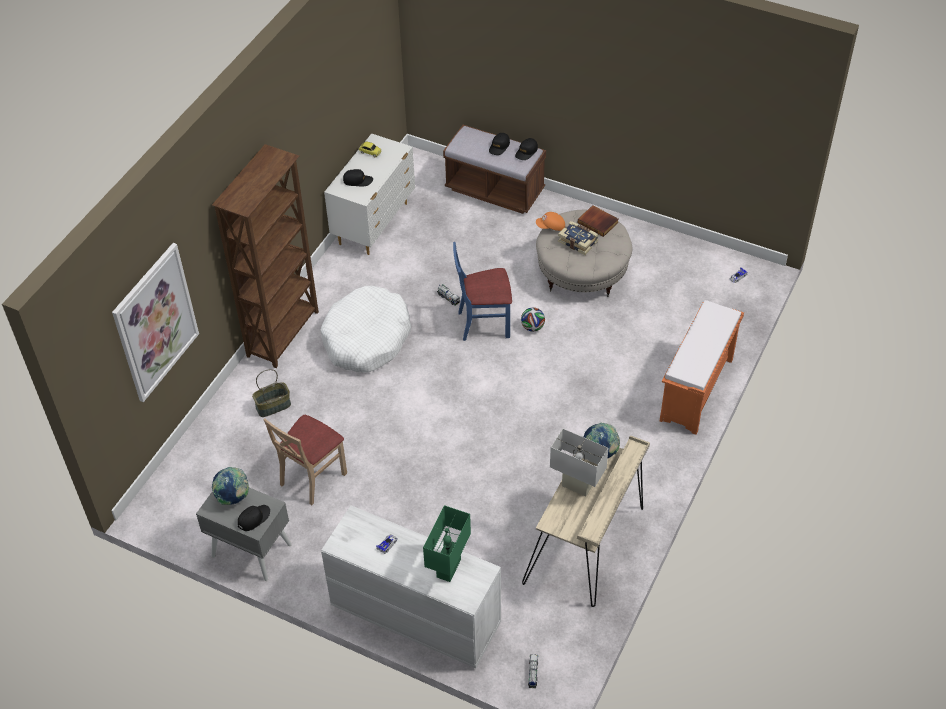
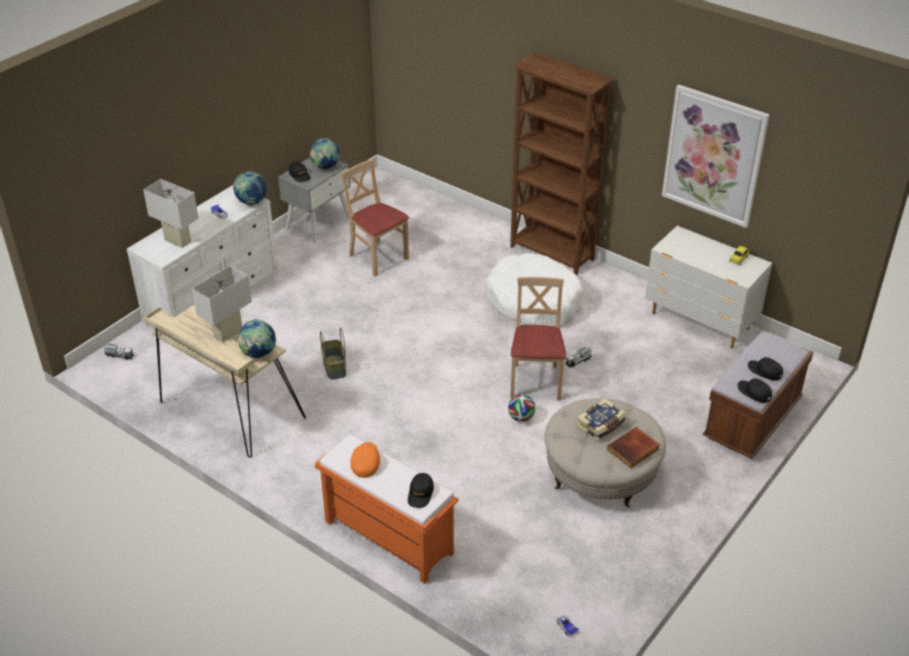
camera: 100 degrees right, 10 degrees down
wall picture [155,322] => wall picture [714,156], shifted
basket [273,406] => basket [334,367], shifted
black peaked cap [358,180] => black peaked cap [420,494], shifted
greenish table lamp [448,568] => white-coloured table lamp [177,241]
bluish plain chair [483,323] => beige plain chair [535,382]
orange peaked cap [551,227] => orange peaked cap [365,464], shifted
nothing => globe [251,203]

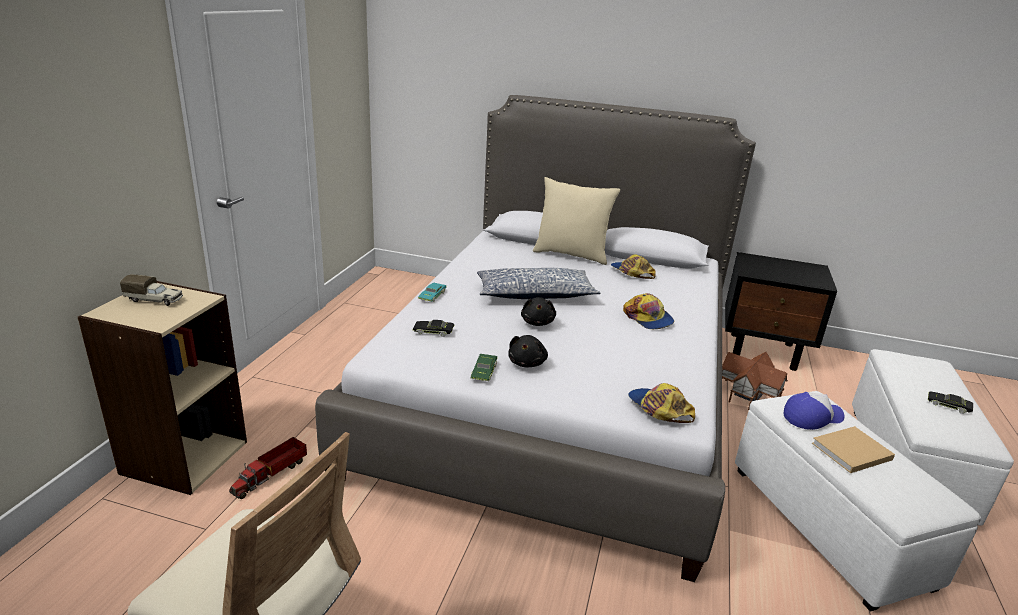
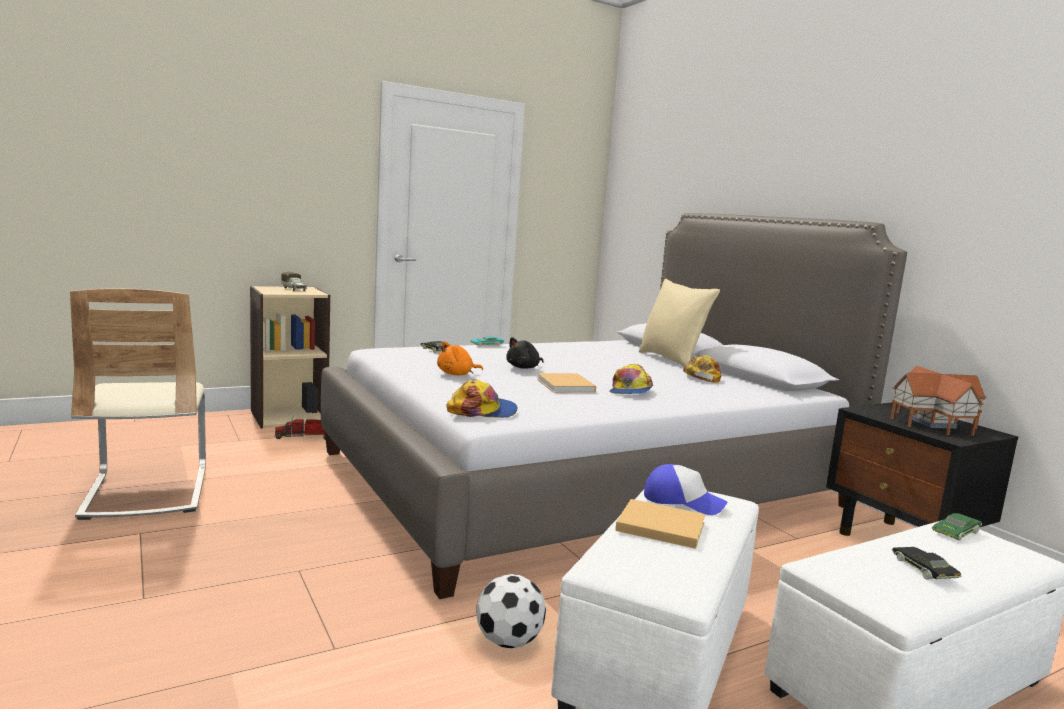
camera: 45 degrees right, 15 degrees down
greenish toy car [484,371] => greenish toy car [955,532], shifted
throw pillow [534,294] => nothing
black plush toy [527,363] => orange plush toy [457,374]
peaked cap [659,409] => peaked cap [482,411], 75 degrees clockwise
toy house [748,393] => toy house [933,423], shifted
nothing => football [508,641]
nothing => beige volume [566,386]

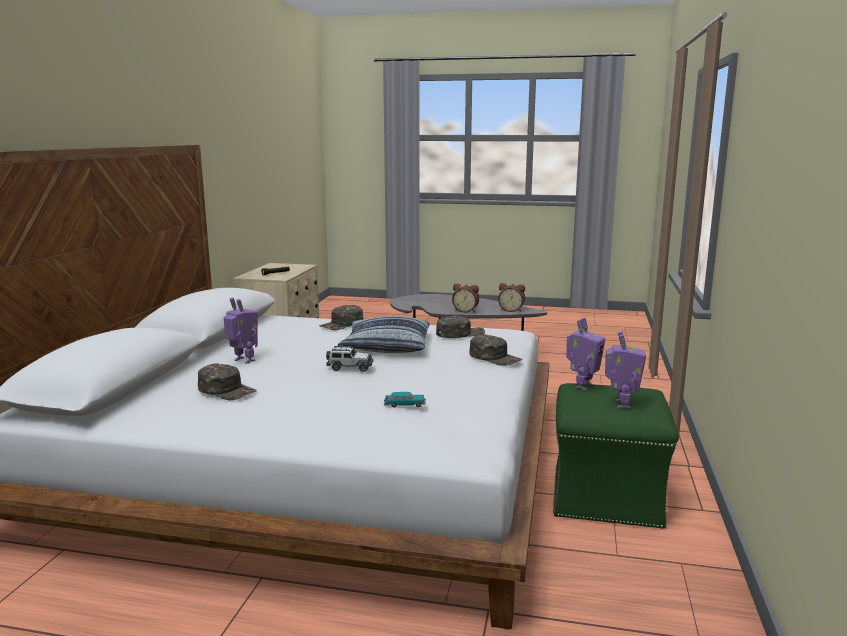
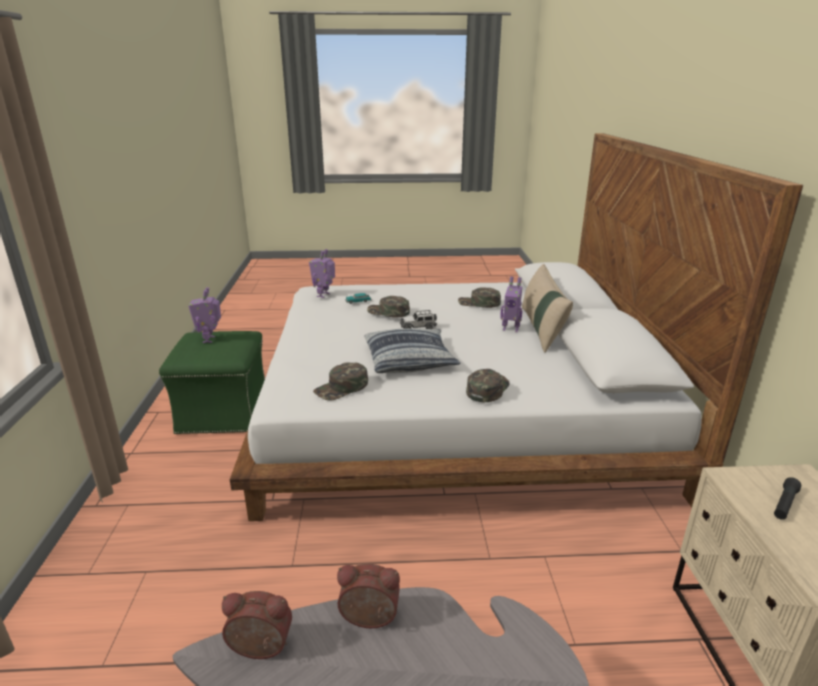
camera: 165 degrees right, 10 degrees up
greenish peaked cap [495,357] => greenish peaked cap [388,312], shifted
robot figure [582,386] => robot figure [324,295], shifted
nothing => beige throw pillow [541,329]

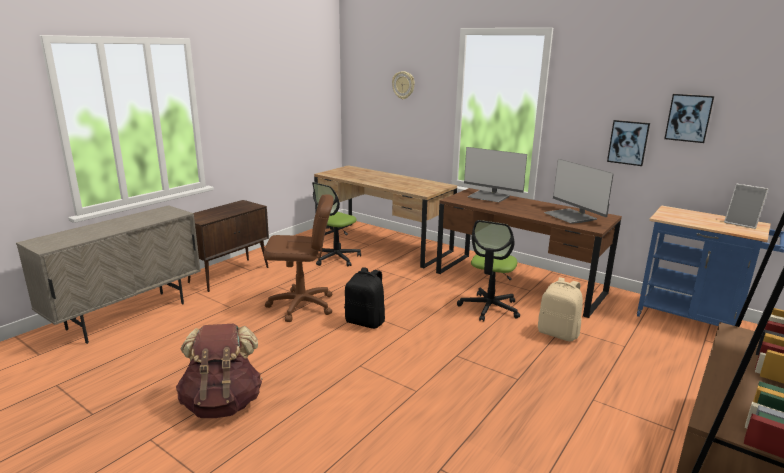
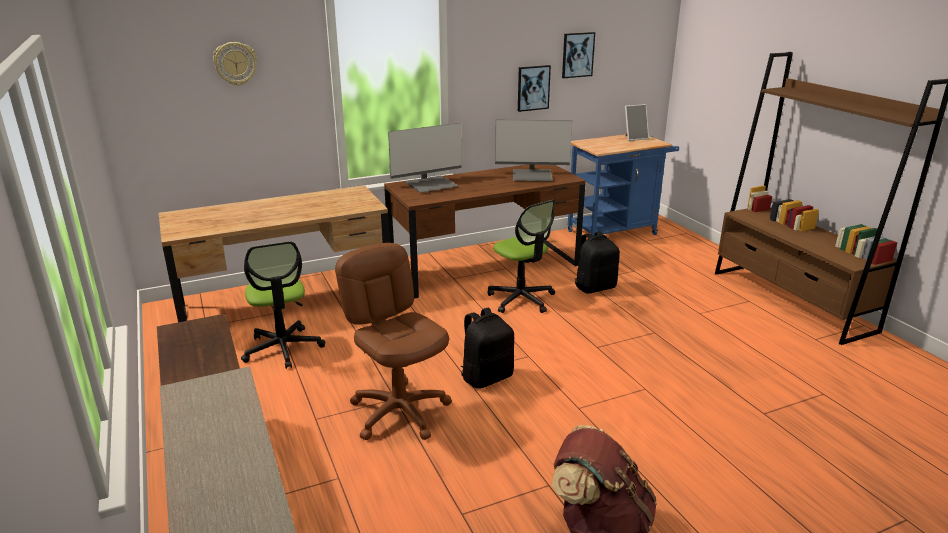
camera: 60 degrees left, 5 degrees up
brown-coloured computer chair [301,305] => brown-coloured computer chair [400,412], 60 degrees counterclockwise
beige knapsack [558,333] => black knapsack [595,287]

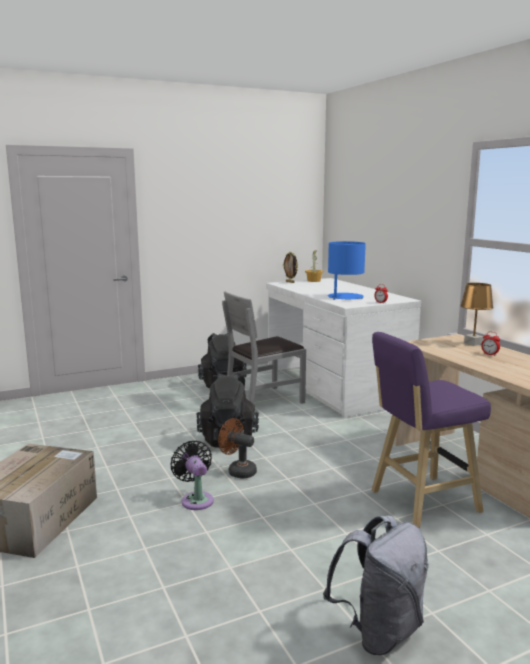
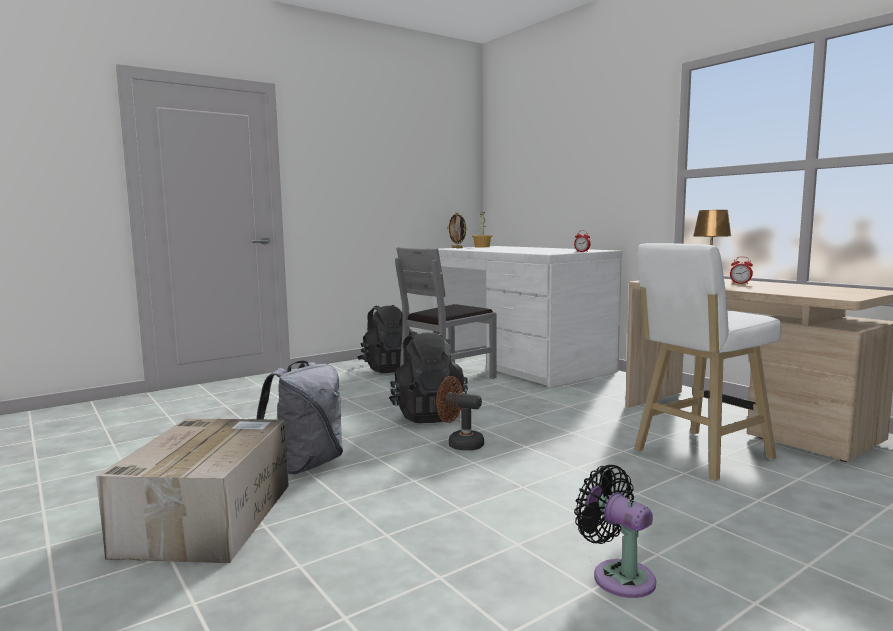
camera: 10 degrees left, 5 degrees down
black fan [196,499] => black fan [618,576], shifted
grey knapsack [379,631] => grey knapsack [306,465], shifted
bluish table lamp [345,297] => nothing
purple stool [420,502] => white-coloured stool [698,456]

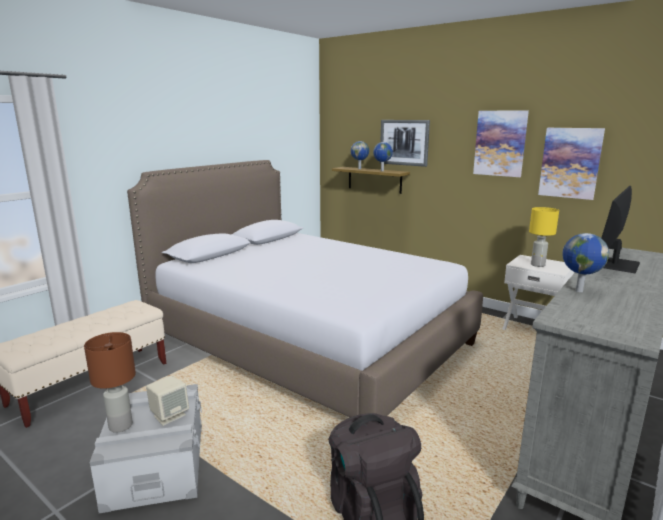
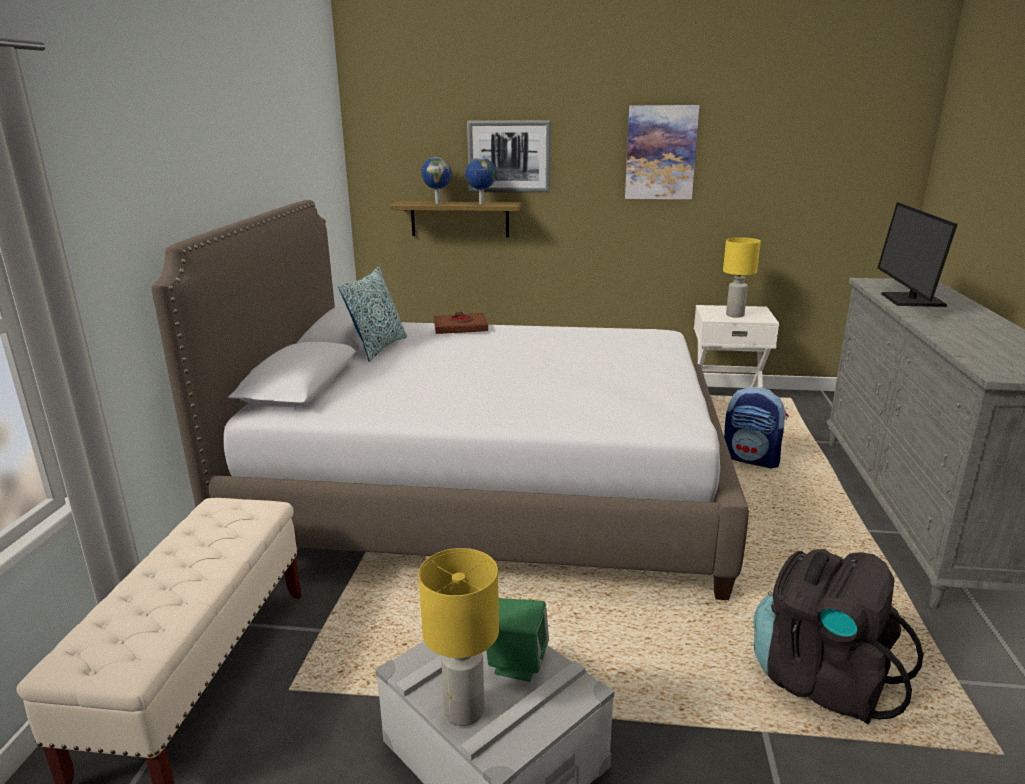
camera: 30 degrees left, 5 degrees up
brown-coloured table lamp [120,426] => yellow-coloured table lamp [464,712]
beige speaker [169,415] => greenish speaker [516,663]
wall picture [570,163] => nothing
globe [578,290] => nothing
nothing => throw pillow [378,347]
nothing => brown-coloured volume [460,328]
nothing => knapsack [751,459]

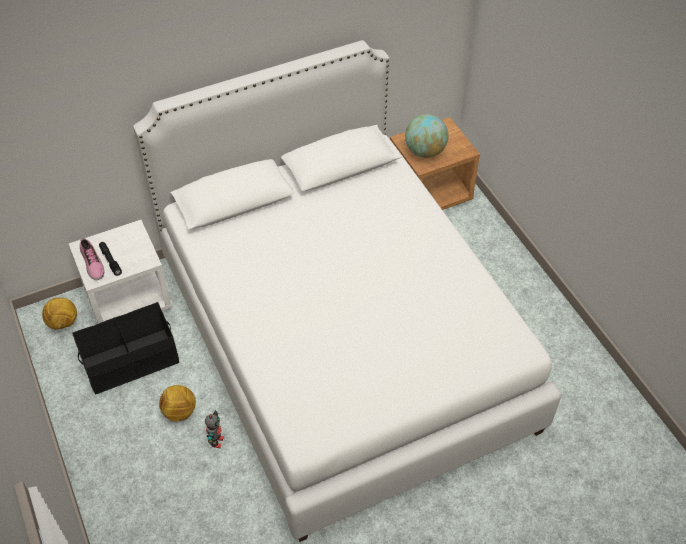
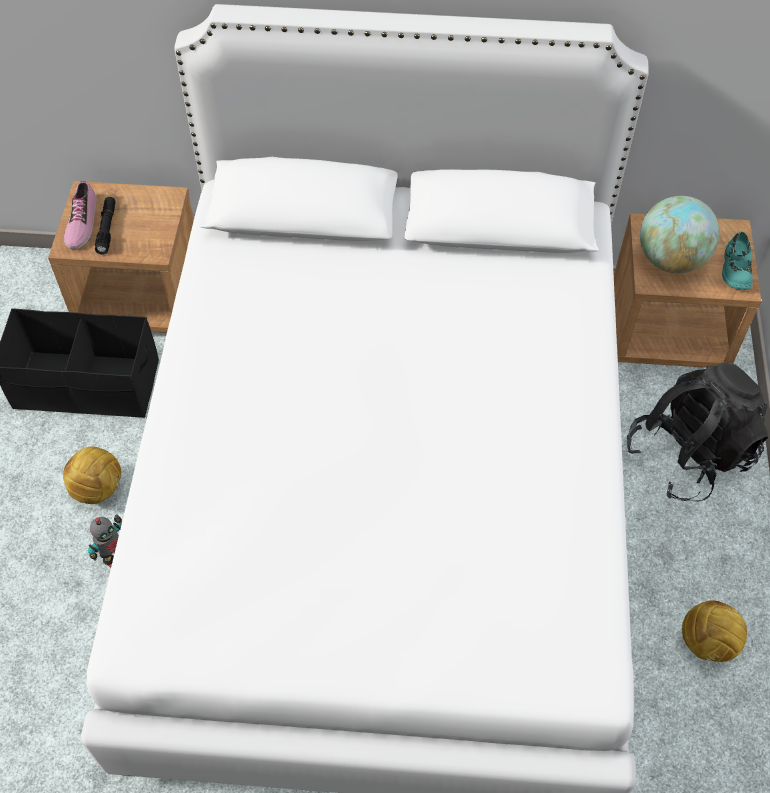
camera: 30 degrees right, 5 degrees up
football [63,323] => football [707,643], shifted
white-coloured bedside table [128,299] => brown-coloured bedside table [142,297]
nothing => black knapsack [689,454]
nothing => turquoise item of footwear [735,269]

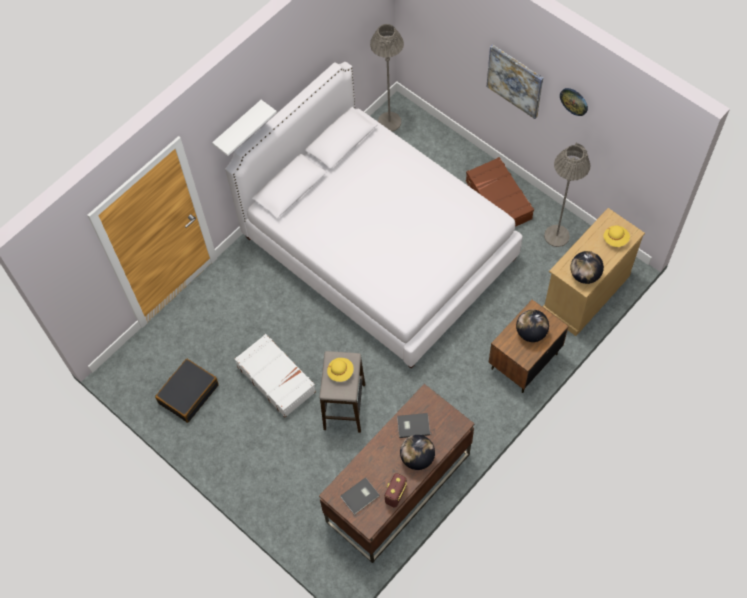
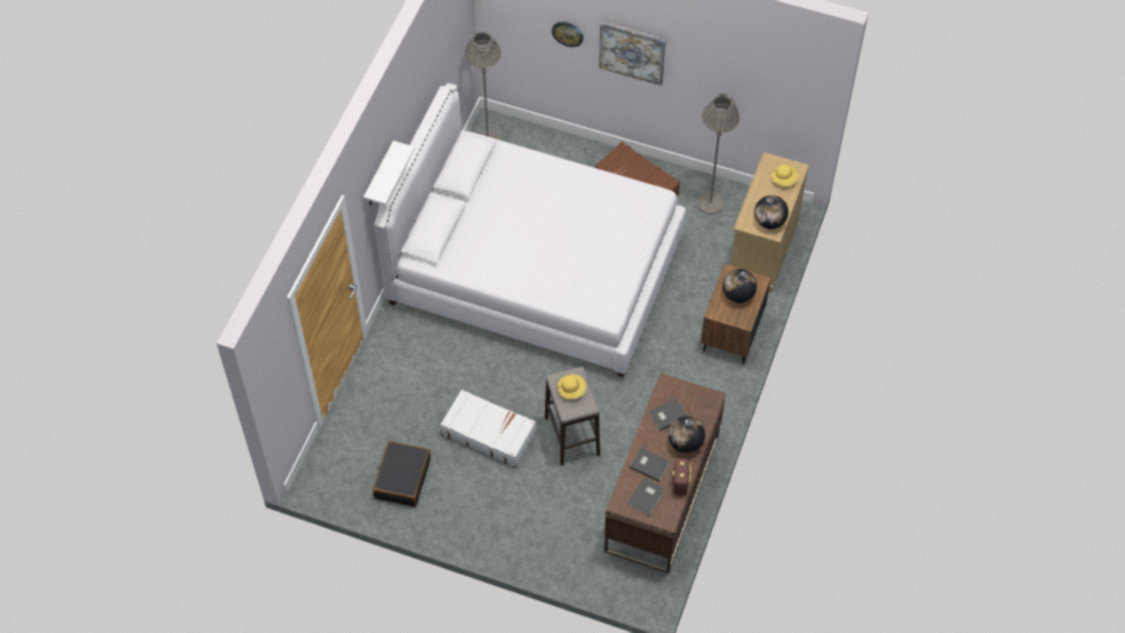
camera: 25 degrees left, 5 degrees down
wall clock [574,101] => wall clock [567,33], shifted
nothing => grey volume [649,464]

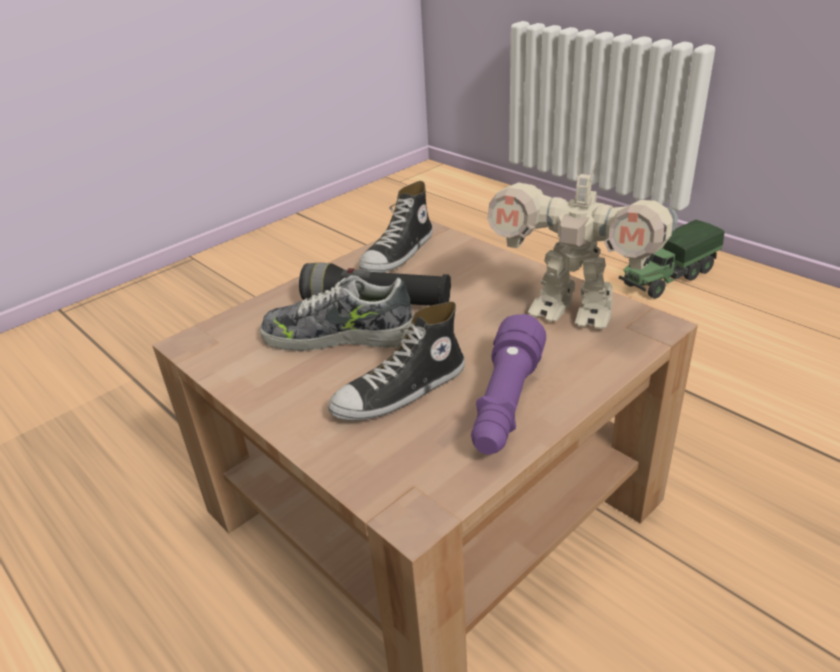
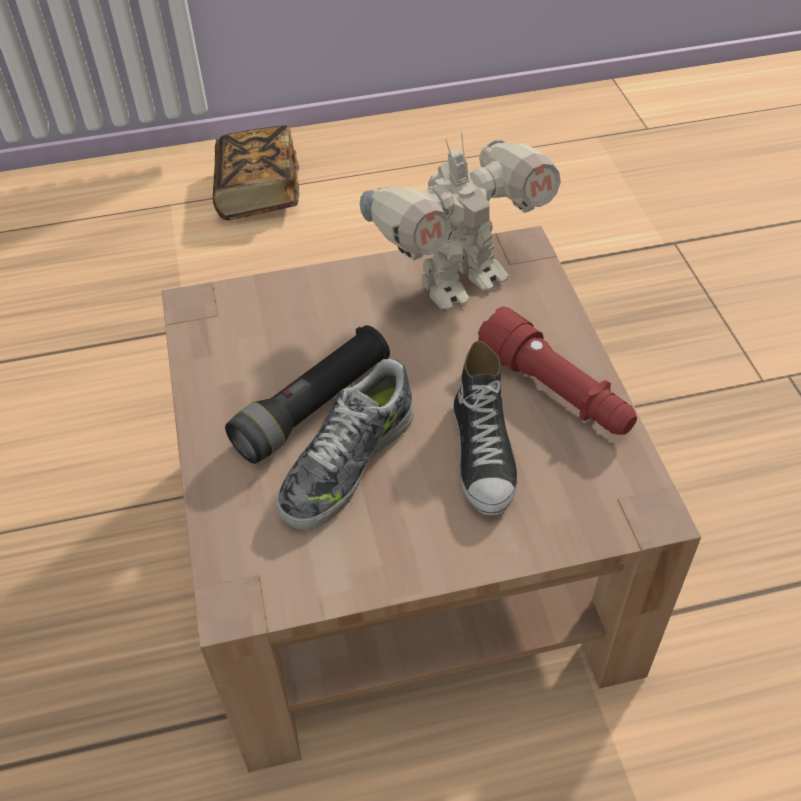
camera: 60 degrees left, 15 degrees up
item of footwear [398,254] => nothing
purple hand torch [505,404] => red hand torch [556,391]
toy truck [667,278] => volume [258,192]

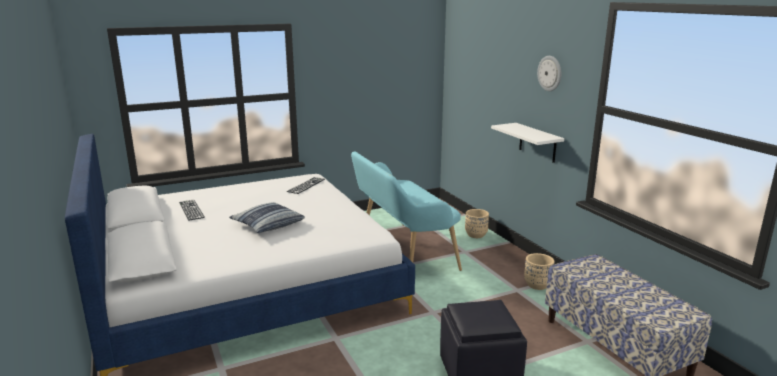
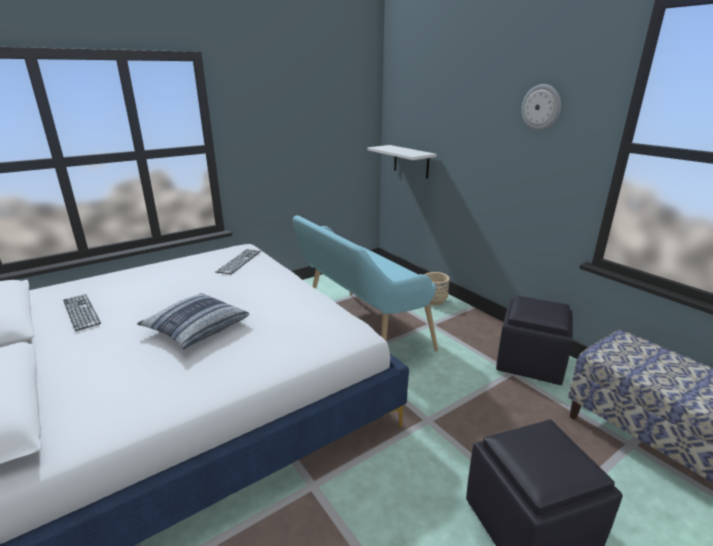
camera: 10 degrees left, 5 degrees up
white-coloured bracket shelf [537,142] => white-coloured bracket shelf [411,161], shifted
beige planter [537,285] => black footrest [530,363]

